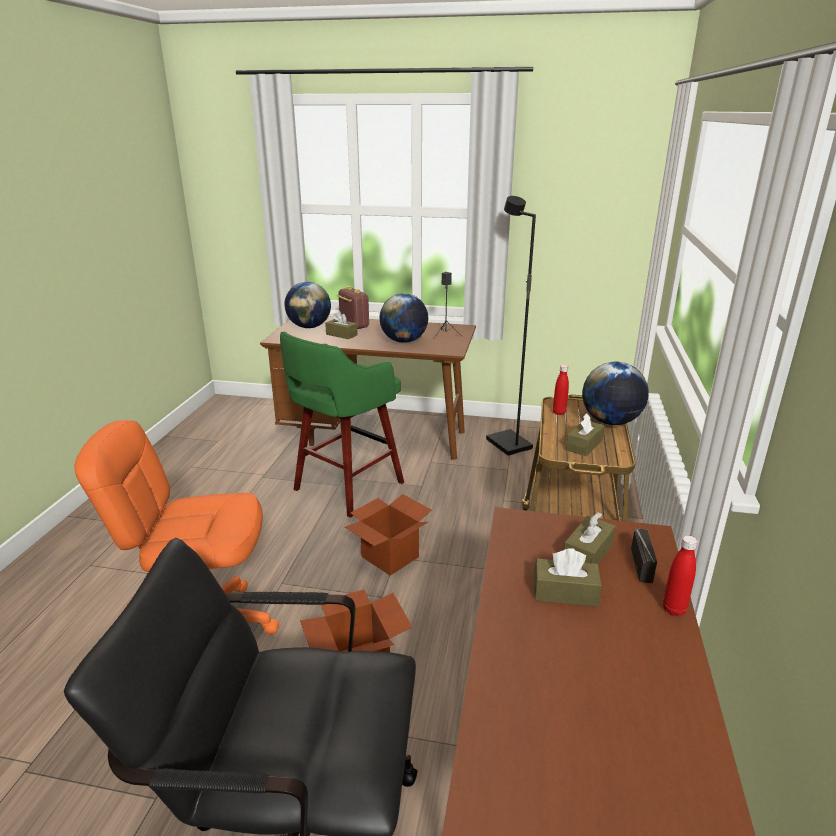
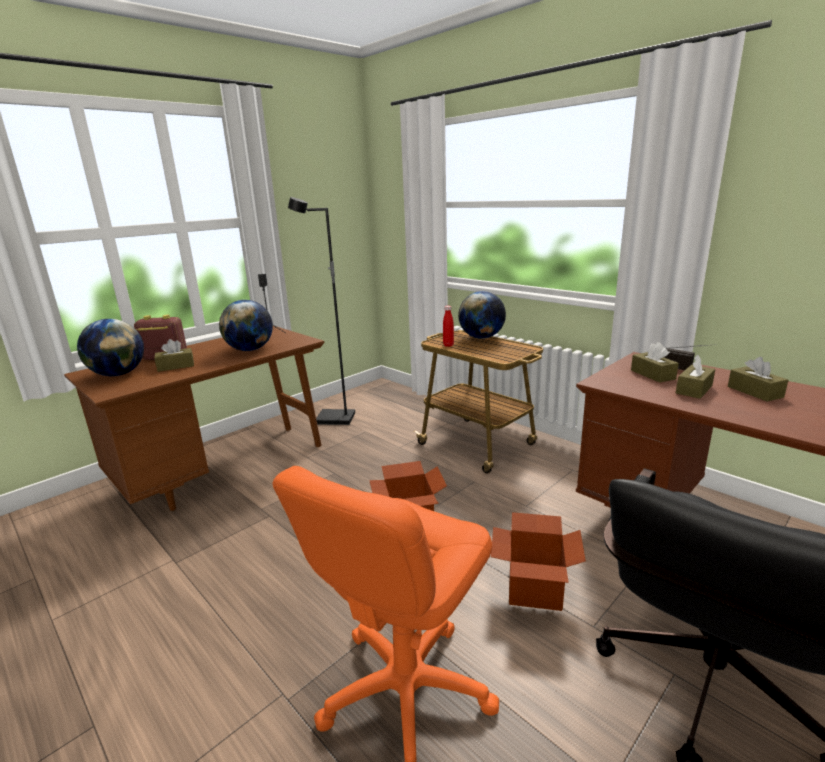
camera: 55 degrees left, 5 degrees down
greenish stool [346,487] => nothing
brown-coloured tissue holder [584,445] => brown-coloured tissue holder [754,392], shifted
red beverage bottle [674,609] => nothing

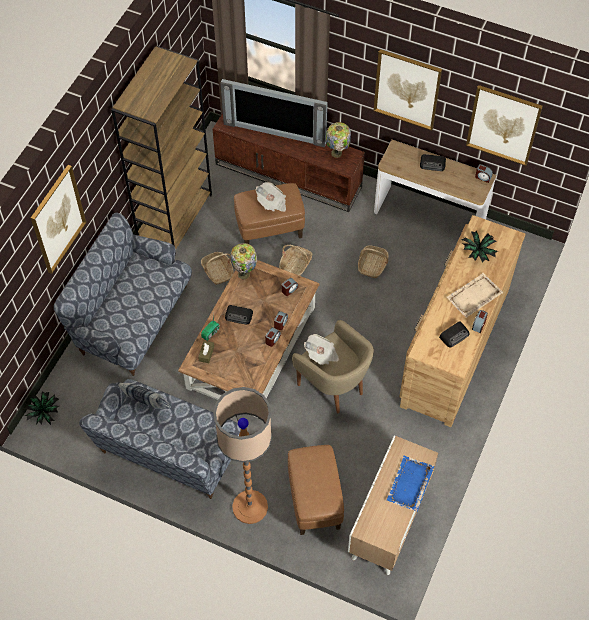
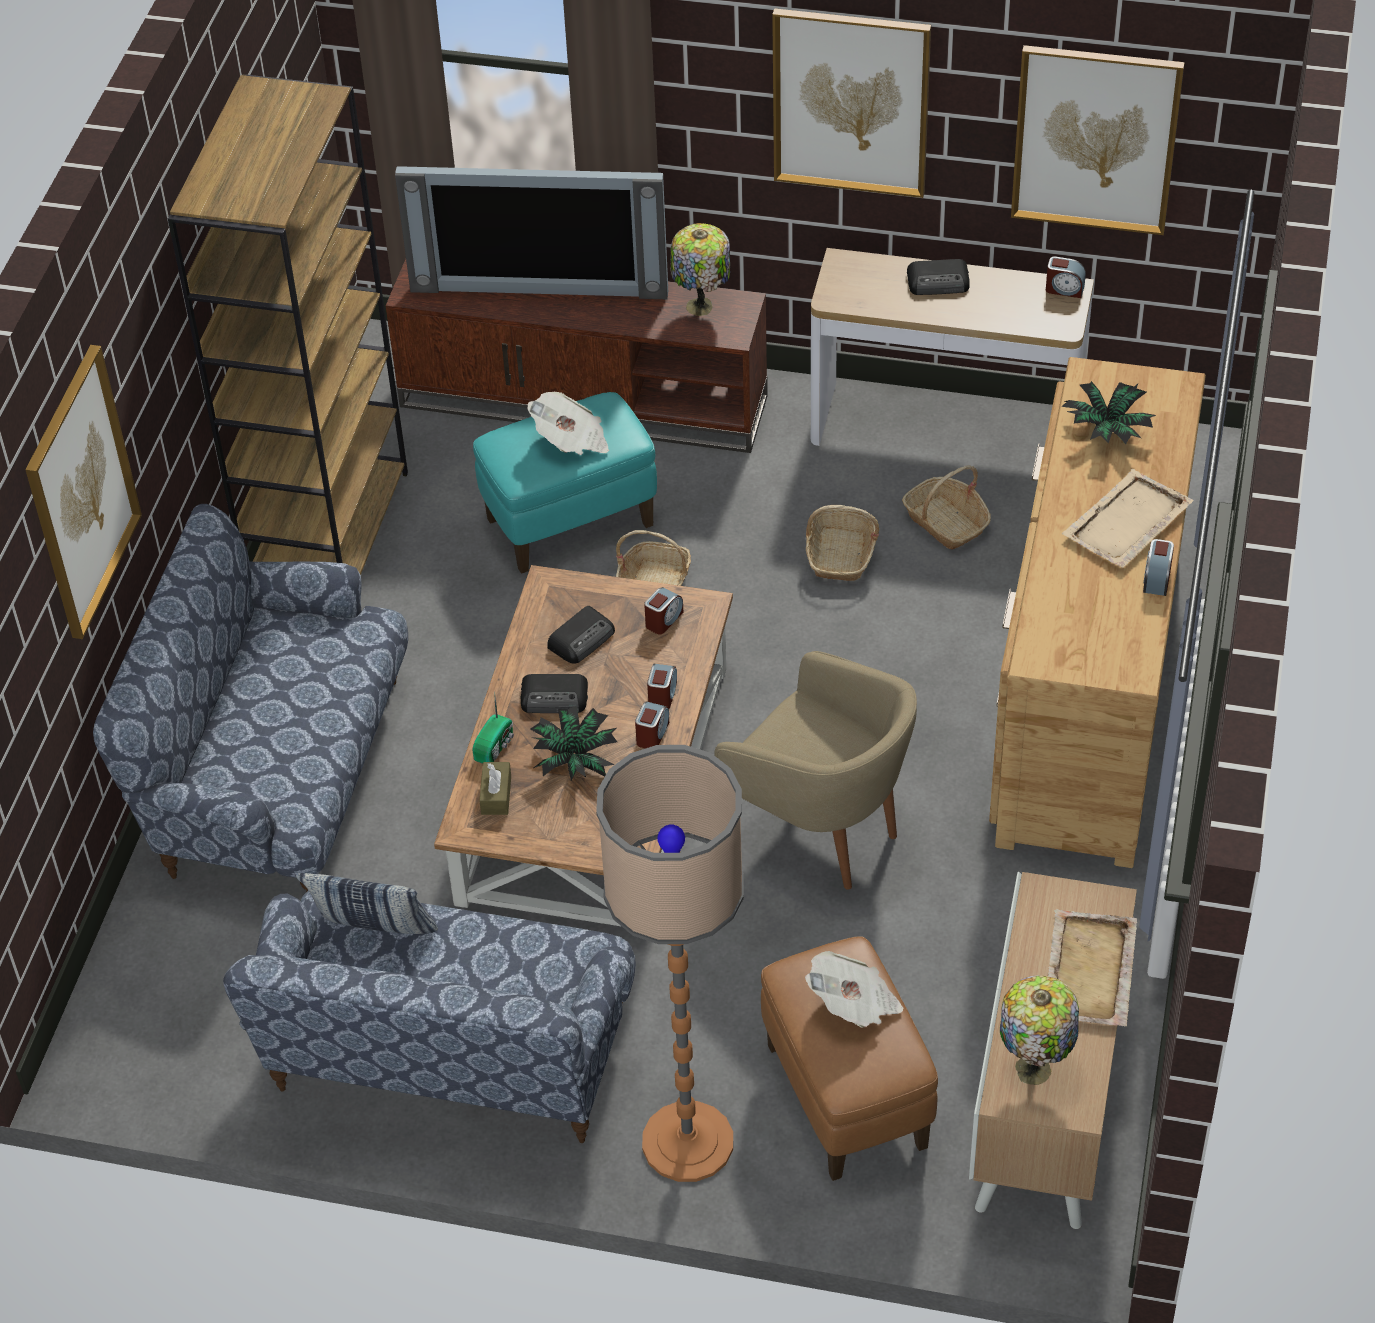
camera: 10 degrees left, 10 degrees down
plant in a pot [44,412] => plant in a pot [575,758], shifted
basket [218,272] => basket [946,523], shifted
table lamp [244,274] => table lamp [1035,1068], shifted
brown-coloured footrest [269,230] => turquoise footrest [569,523]
newspaper [321,355] => newspaper [854,1005], shifted
bluish serving tray [409,484] => beige serving tray [1089,972]
radio [454,335] => radio [582,638], shifted

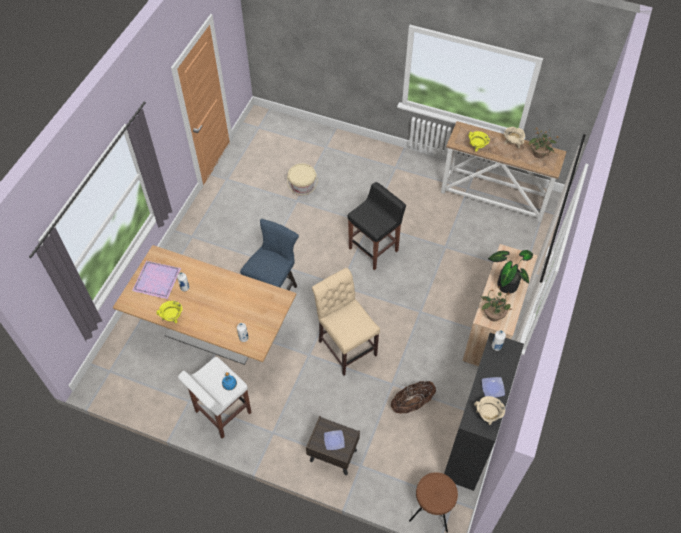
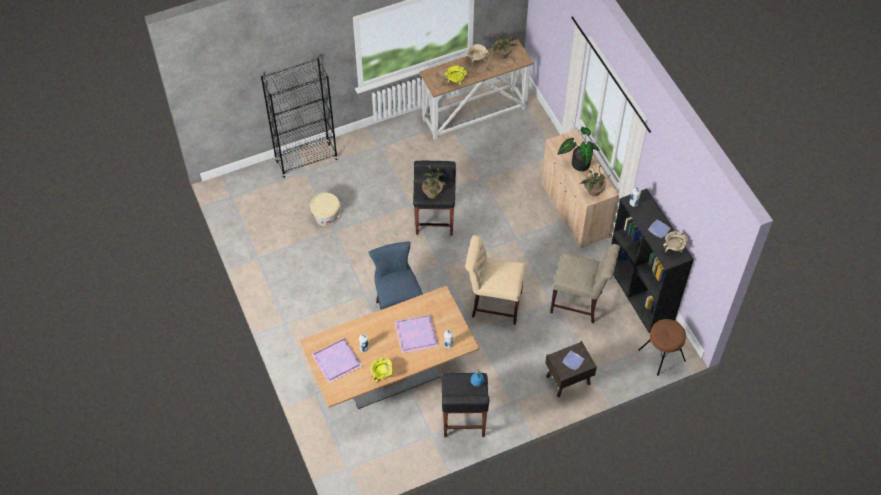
camera: 45 degrees left, 0 degrees up
white-coloured stool [222,412] => black stool [463,421]
basket [412,403] => beige plain chair [579,303]
nothing => black shelving unit [306,160]
nothing => purple serving tray [416,333]
nothing => plant in a pot [432,193]

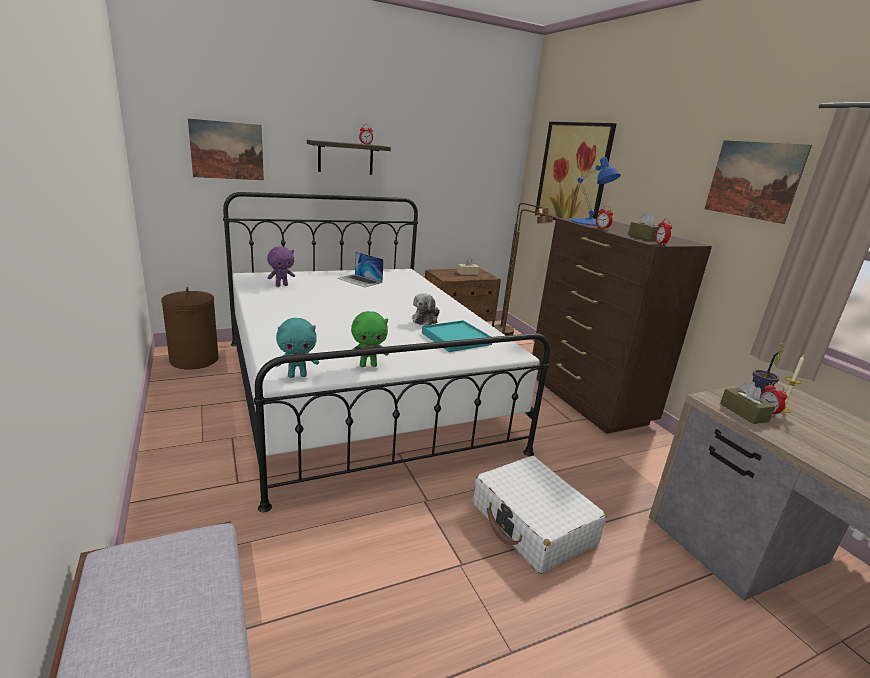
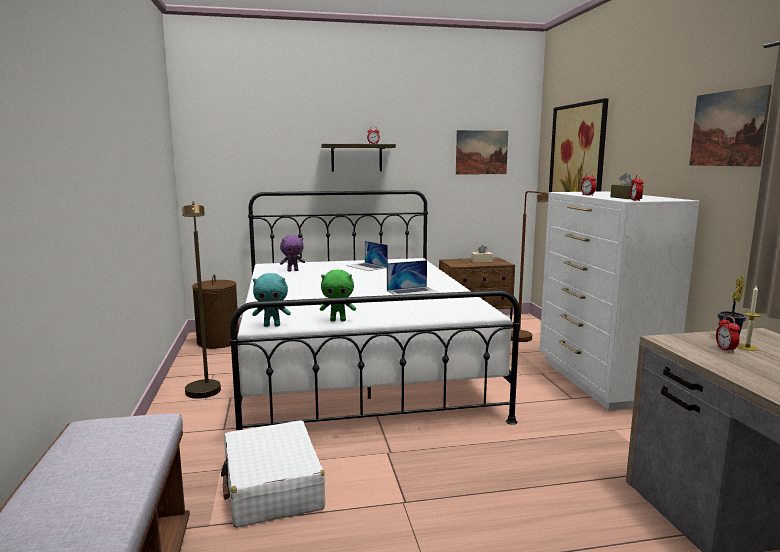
camera: 15 degrees right, 10 degrees down
wall picture [227,150] => wall picture [481,152], shifted
plush toy [426,320] => notebook computer [413,292]
turquoise serving tray [456,339] => nothing
white-coloured travel case [533,524] => white-coloured travel case [272,487], shifted
brown-coloured standing lamp [507,334] => brown-coloured standing lamp [204,395], shifted
brown-coloured chest of drawers [587,400] => white-coloured chest of drawers [599,382]
bluish table lamp [589,222] => nothing
brown-coloured tissue holder [743,412] => nothing

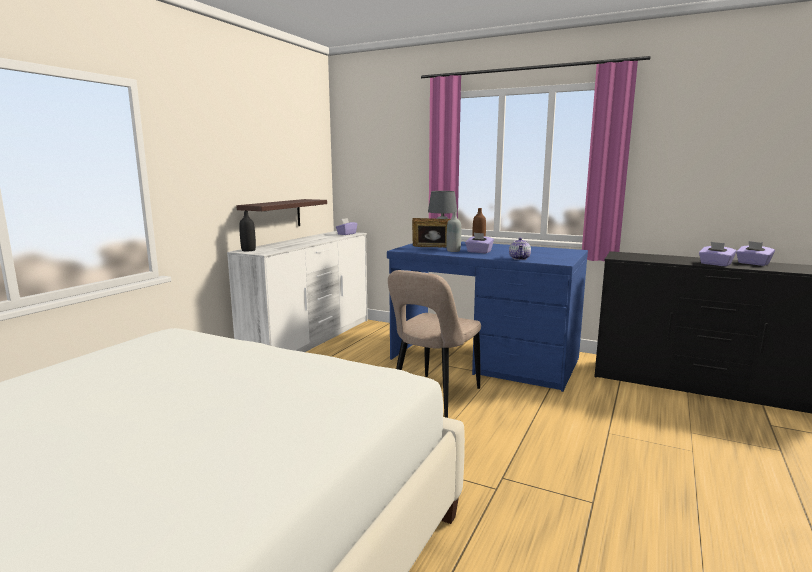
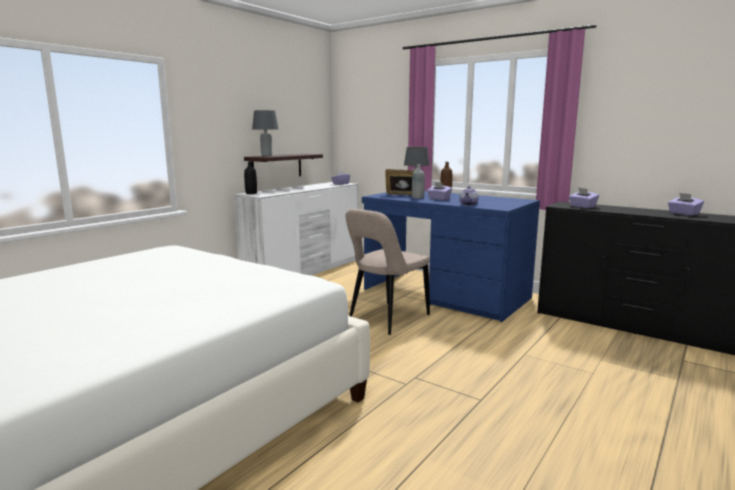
camera: 10 degrees right, 0 degrees up
purple tissue holder [715,264] => purple tissue holder [582,206], shifted
nothing => grey table lamp [266,156]

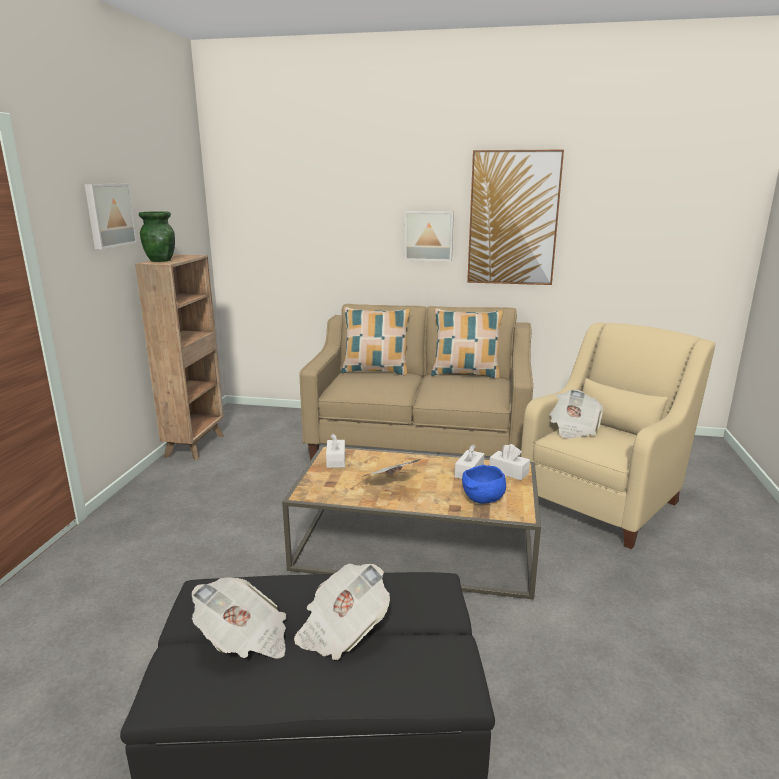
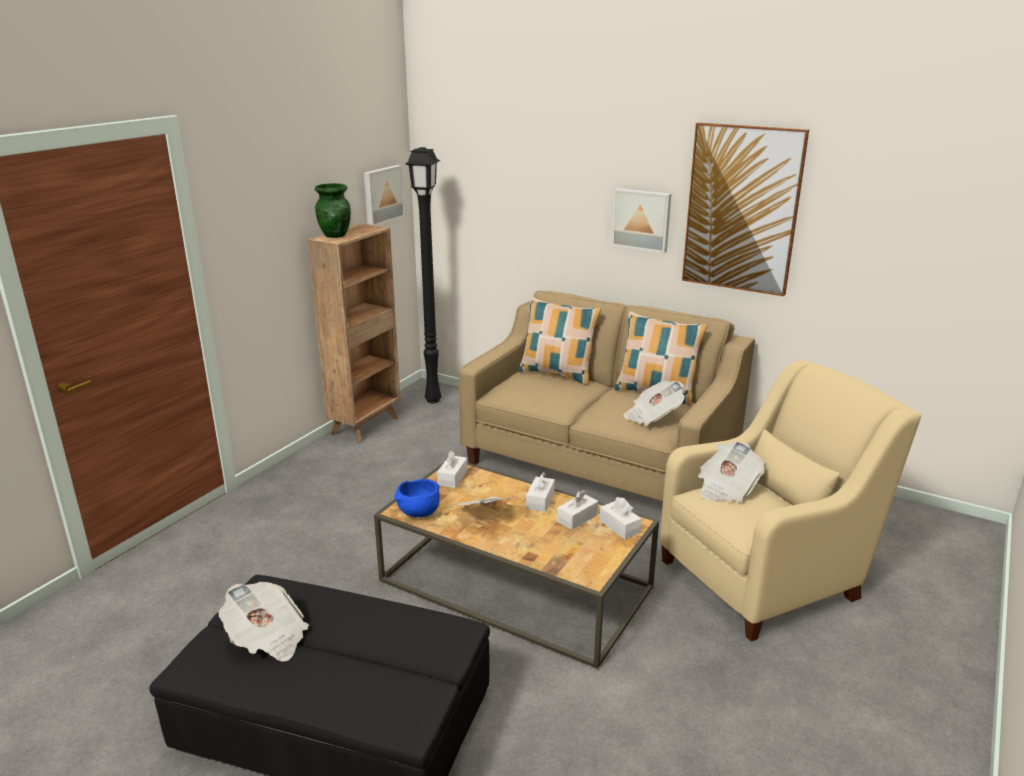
camera: 20 degrees right, 5 degrees up
wall picture [109,215] => wall picture [382,195], shifted
newspaper [341,630] => newspaper [652,416], shifted
bluish bowl [482,500] => bluish bowl [418,513], shifted
nothing => black standing lamp [431,401]
nothing => white-coloured tissue holder [540,500]

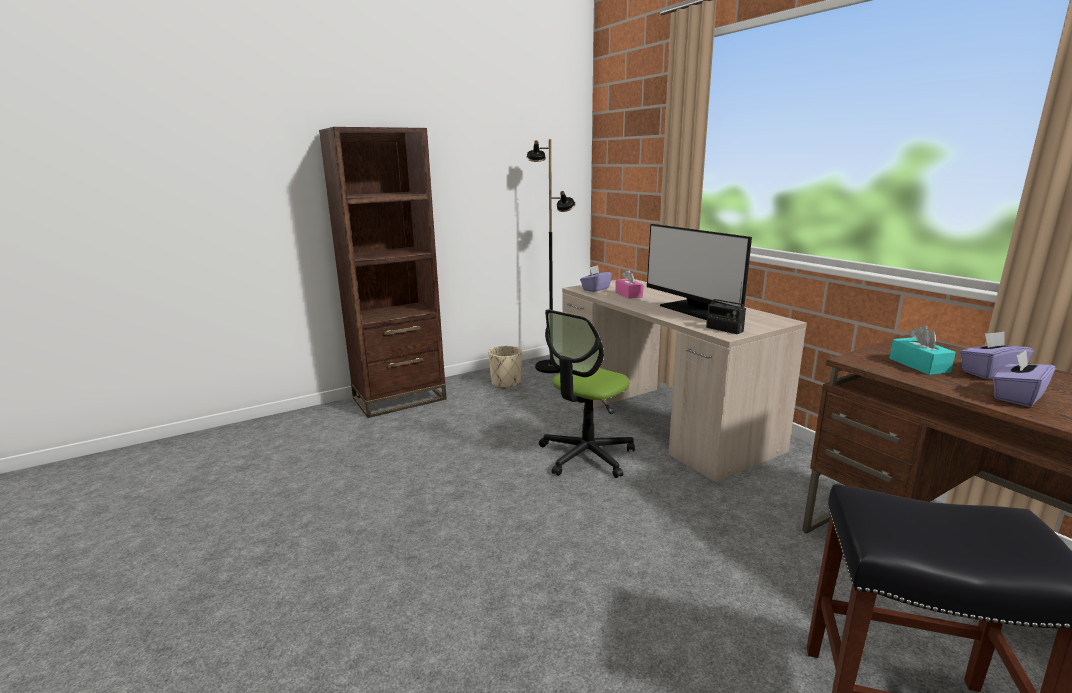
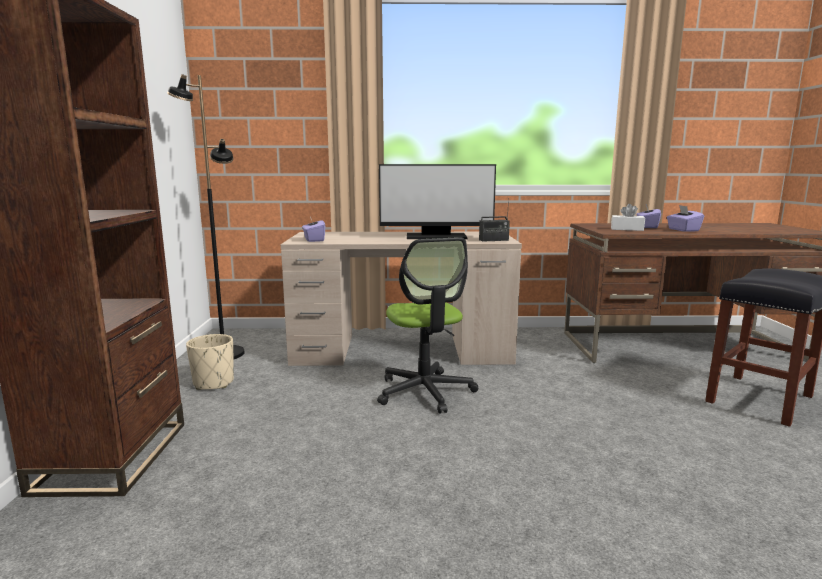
camera: 60 degrees left, 5 degrees down
pinkish tissue holder [628,294] => nothing
turquoise tissue holder [919,365] => white-coloured tissue holder [627,229]

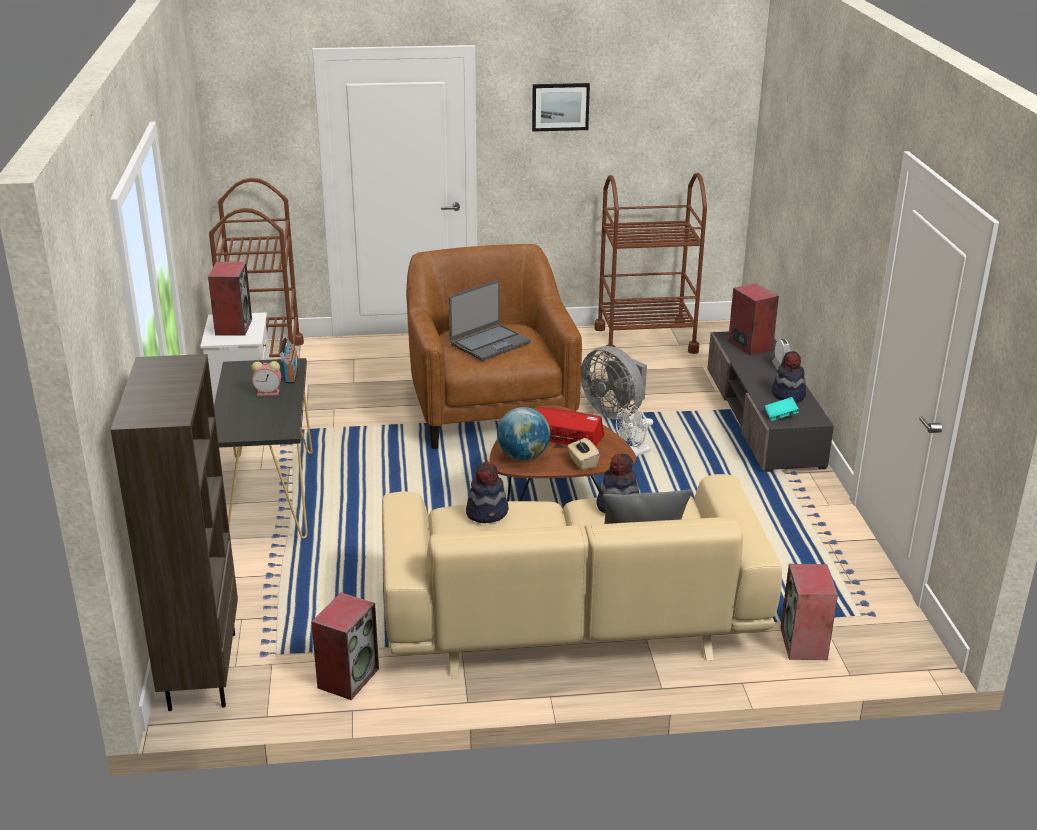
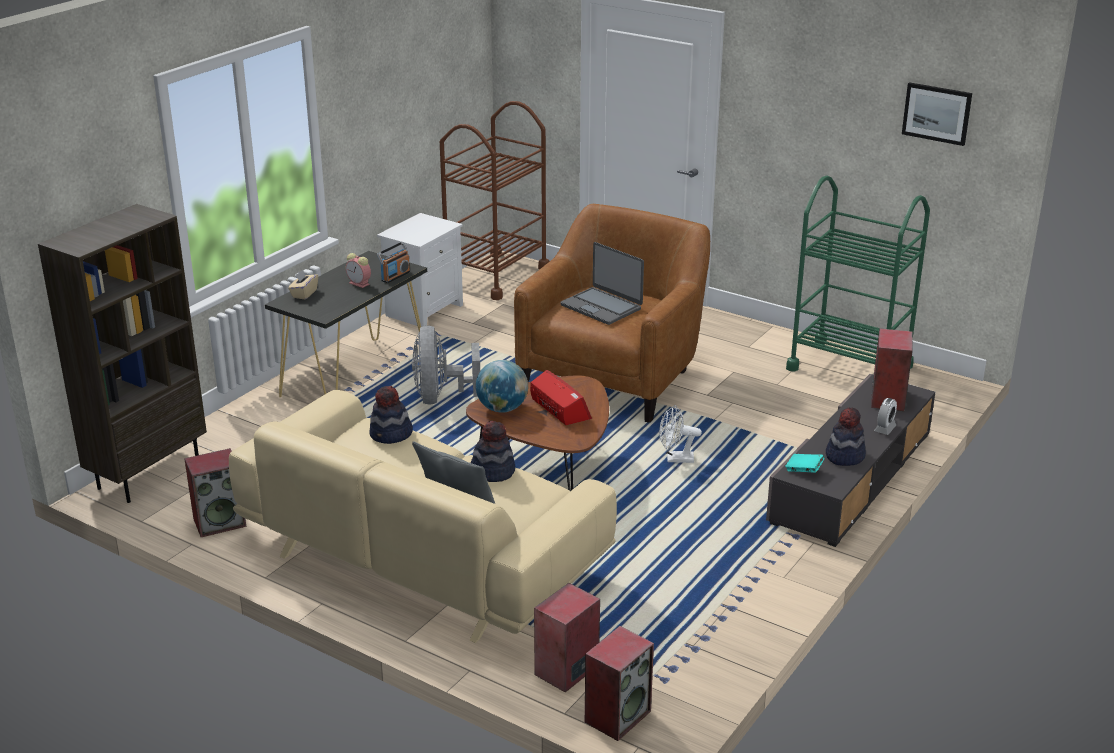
camera: 40 degrees right, 0 degrees up
speaker [233,326] => speaker [617,715], shifted
notebook computer [489,343] => notebook computer [601,307], 45 degrees clockwise
wall picture [560,106] => wall picture [937,113], shifted
beige tissue holder [582,462] => beige tissue holder [304,294], shifted
grey fan [614,411] => grey fan [440,397], shifted
brown-coloured wheeled cart [645,340] => greenish wheeled cart [849,367]

